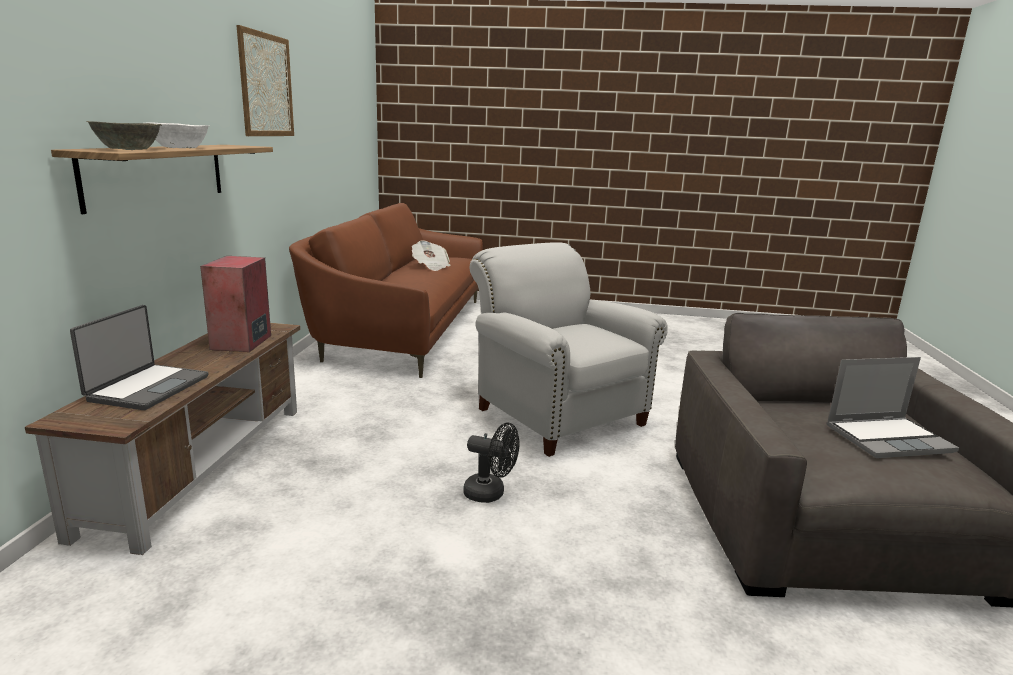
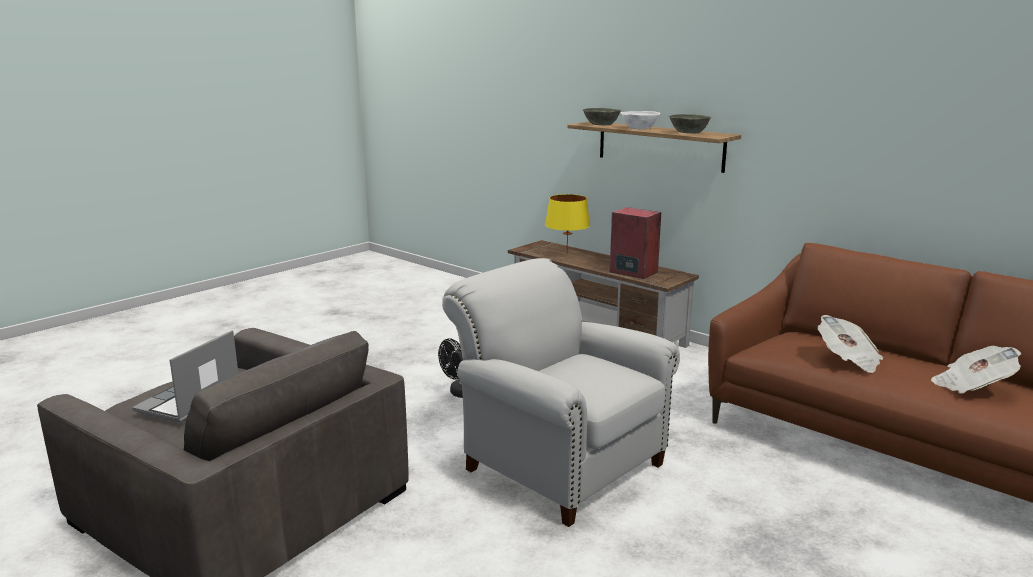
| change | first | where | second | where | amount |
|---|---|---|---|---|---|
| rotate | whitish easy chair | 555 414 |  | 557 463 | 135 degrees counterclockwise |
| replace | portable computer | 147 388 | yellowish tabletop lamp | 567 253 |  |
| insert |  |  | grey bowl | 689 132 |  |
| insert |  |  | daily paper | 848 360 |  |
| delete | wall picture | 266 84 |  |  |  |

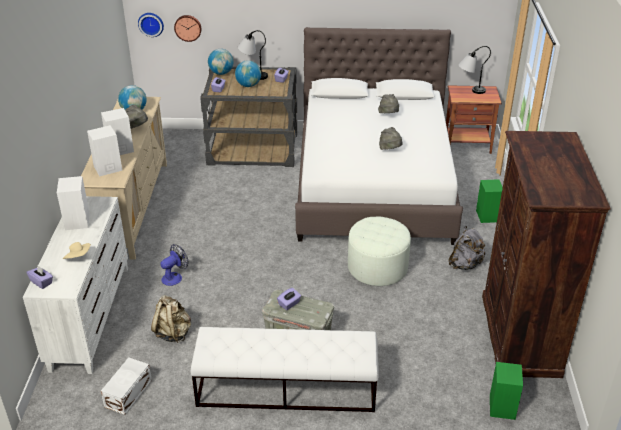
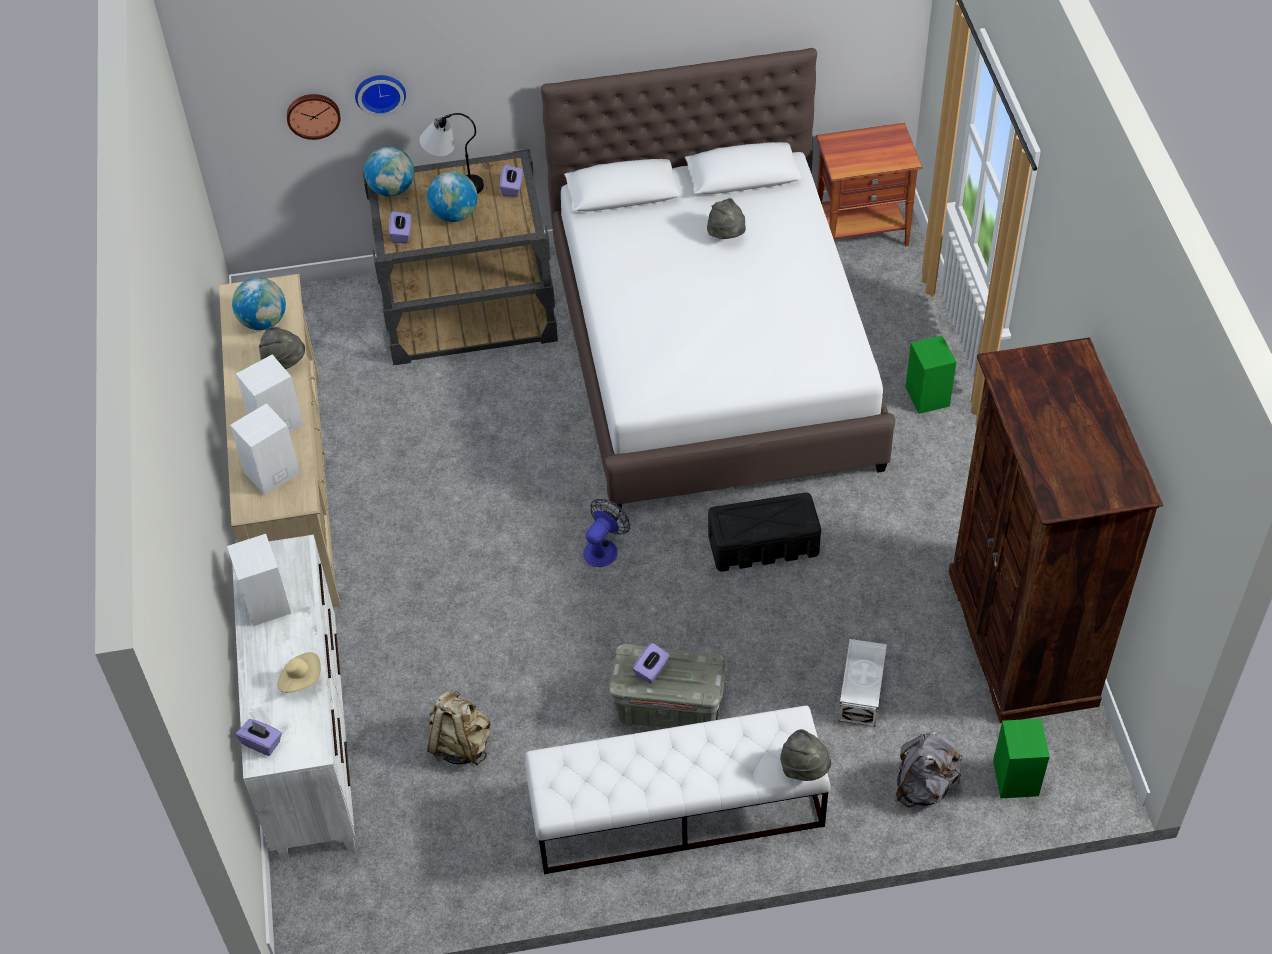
| change | first | where | second | where | amount |
|---|---|---|---|---|---|
| move | clock on the wall | 151 24 |  | 380 92 |  |
| move | cooling fan | 175 277 |  | 604 548 |  |
| replace | whitish ottoman | 377 267 | black-coloured storage container | 764 545 |  |
| move | grey wearable hat | 390 150 |  | 804 768 |  |
| move | whitish storage container | 129 393 |  | 862 691 |  |
| move | grey rucksack | 465 264 |  | 924 785 |  |
| delete | tabletop lamp | 469 91 |  |  |  |

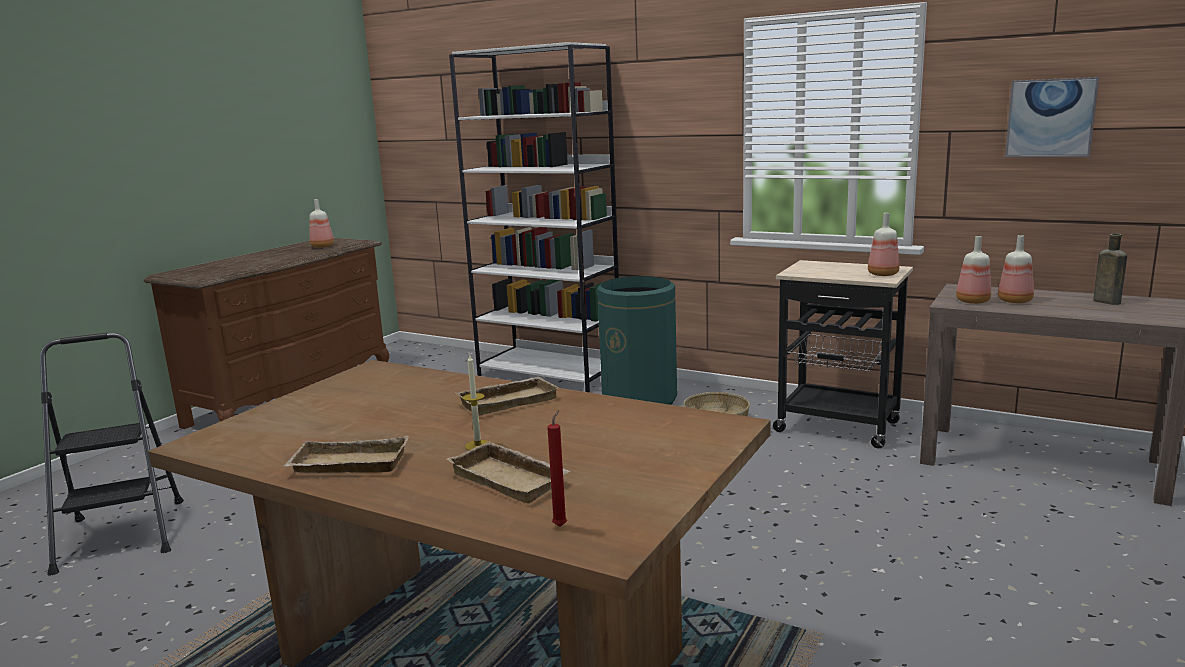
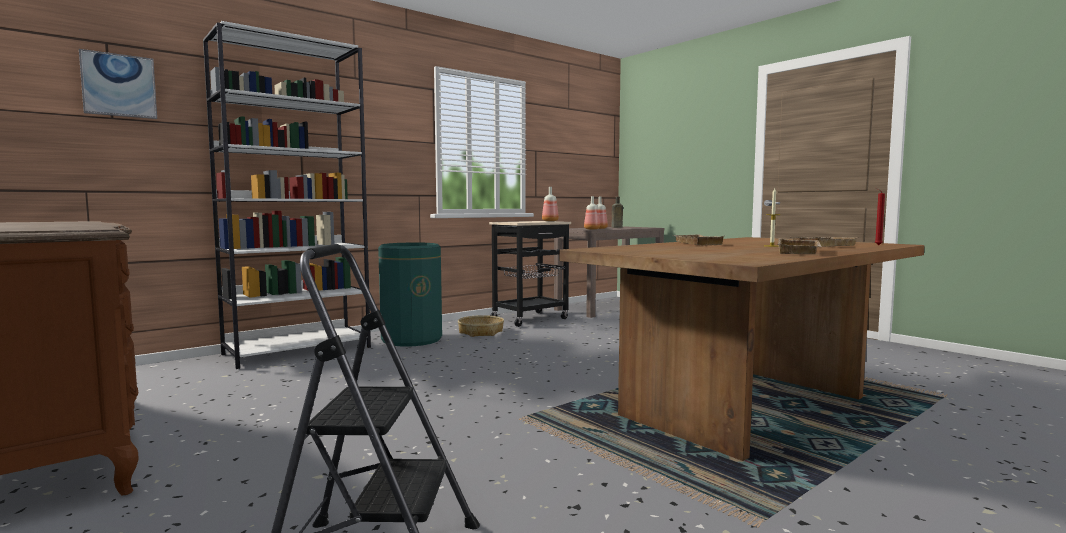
| change | first | where | second | where | amount |
|---|---|---|---|---|---|
| move | wall picture | 1050 118 |  | 119 85 |  |
| delete | bottle | 322 246 |  |  |  |

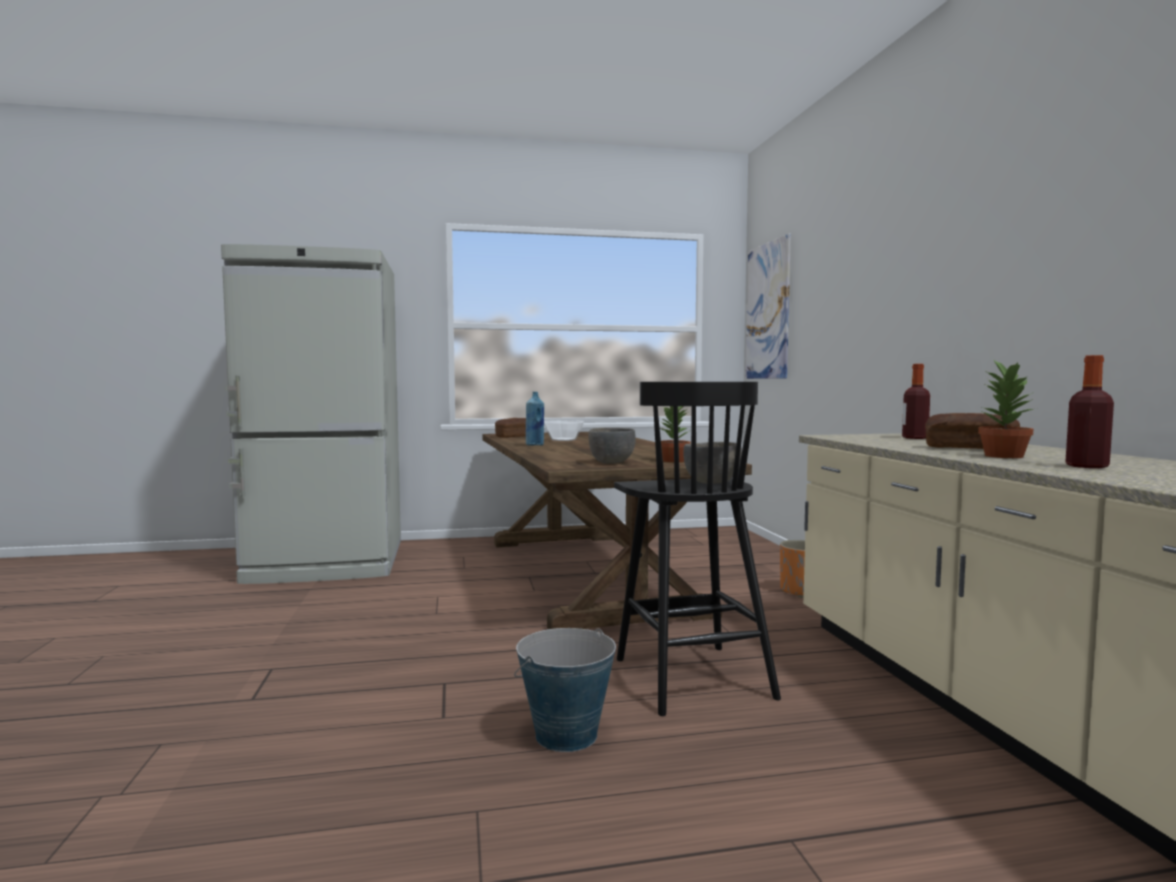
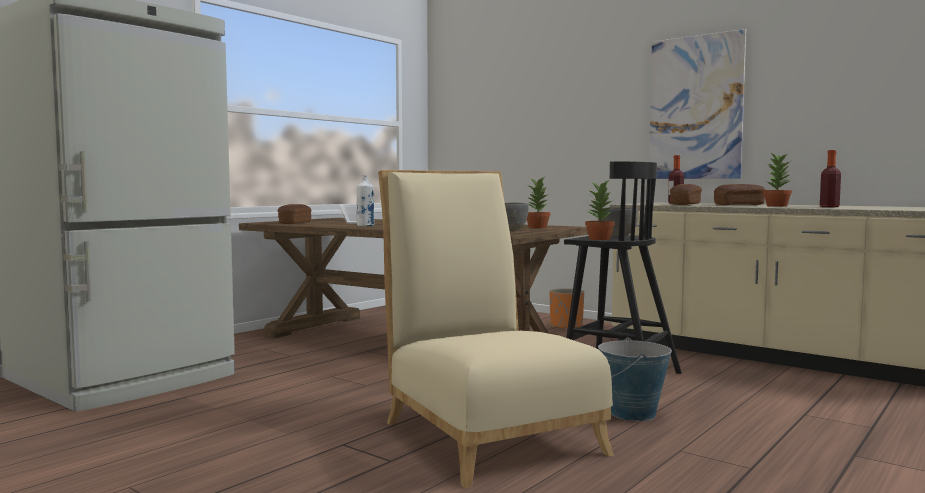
| change | first | where | second | where | amount |
|---|---|---|---|---|---|
| recolor | blue-coloured bottle | 535 445 | whitish bottle | 365 226 |  |
| insert |  |  | beige-coloured chair | 485 432 |  |
| insert |  |  | houseplant | 600 239 |  |
| move | wall picture | 767 311 |  | 695 107 |  |
| insert |  |  | baked bread | 685 204 |  |

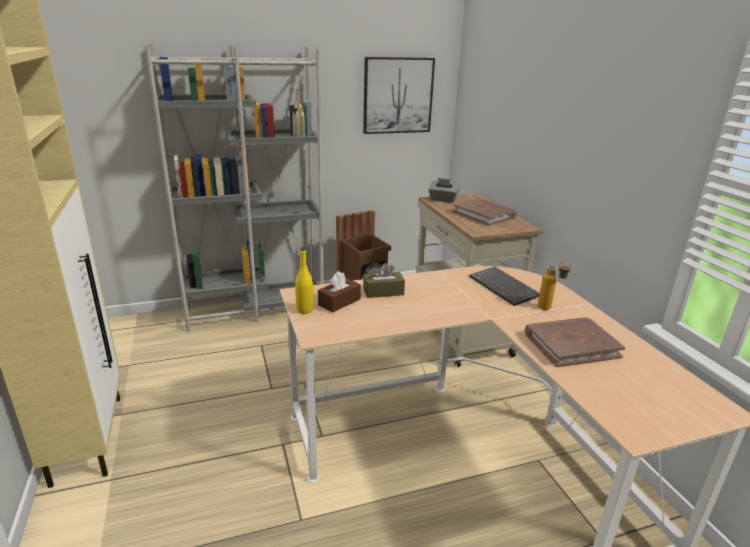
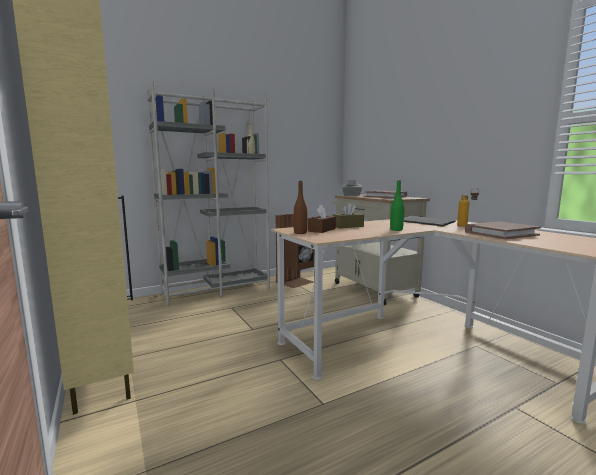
| change | first | where | second | where | amount |
|---|---|---|---|---|---|
| recolor | yellowish bottle | 305 310 | brown-coloured bottle | 300 233 |  |
| insert |  |  | green-coloured bottle | 396 230 |  |
| delete | wall picture | 397 95 |  |  |  |

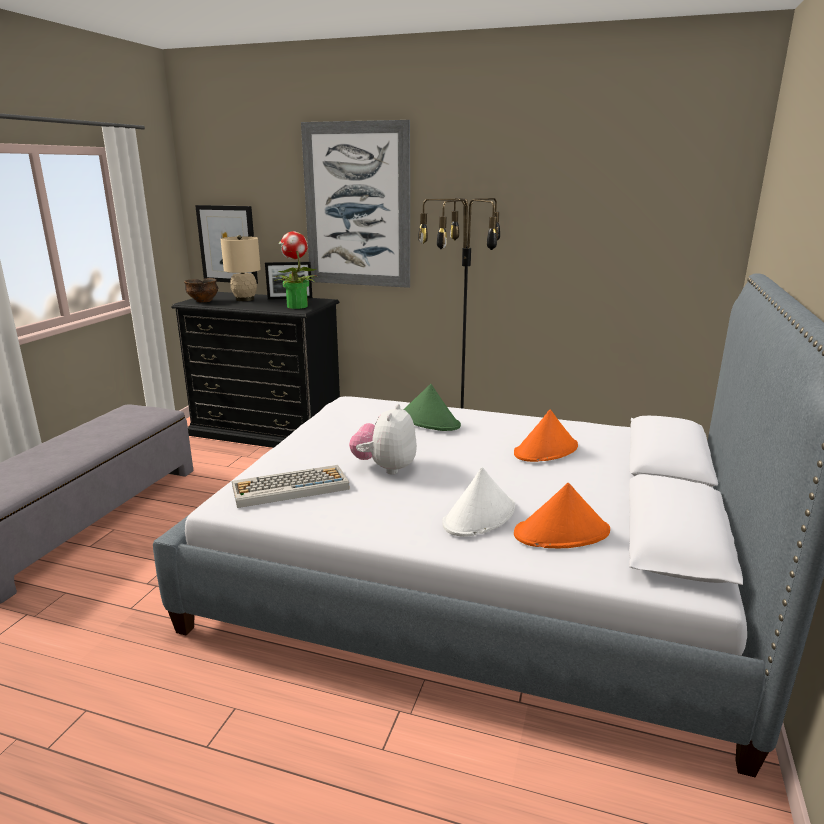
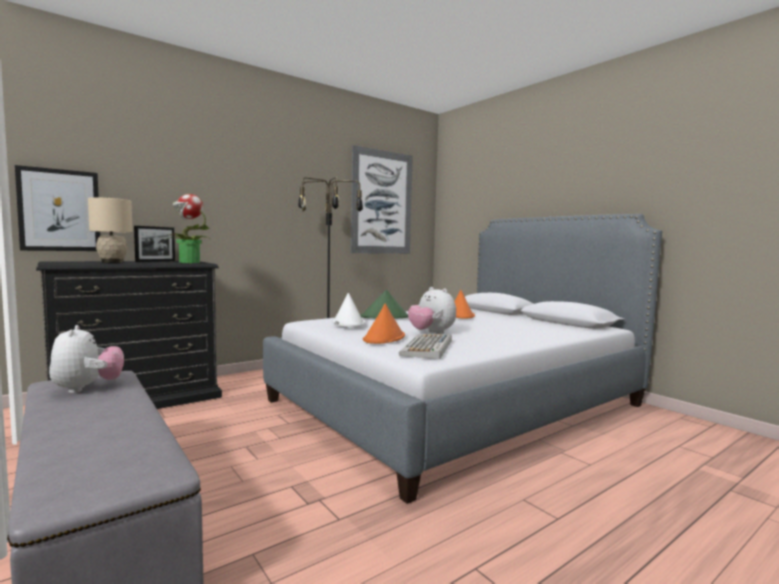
| change | first | where | second | where | amount |
|---|---|---|---|---|---|
| insert |  |  | plush toy | 87 388 |  |
| move | whitish wearable hat | 479 516 |  | 348 323 |  |
| move | wall picture | 357 206 |  | 382 202 |  |
| move | orange-coloured wearable hat | 562 533 |  | 384 338 |  |
| delete | bowl | 203 301 |  |  |  |

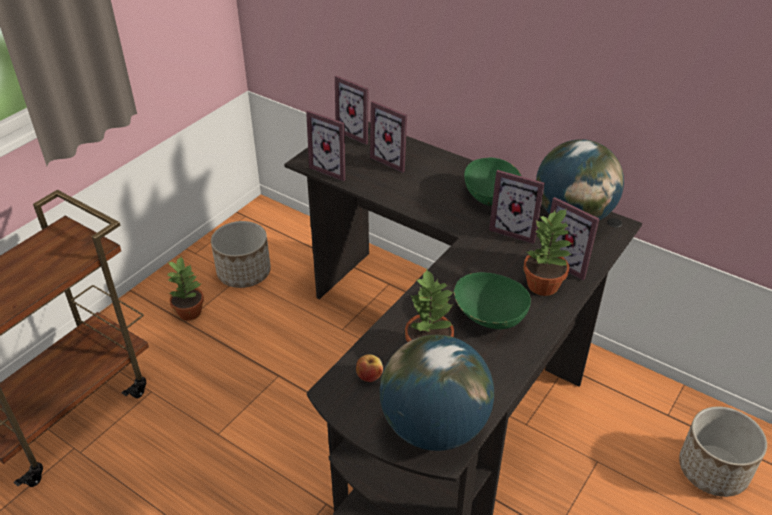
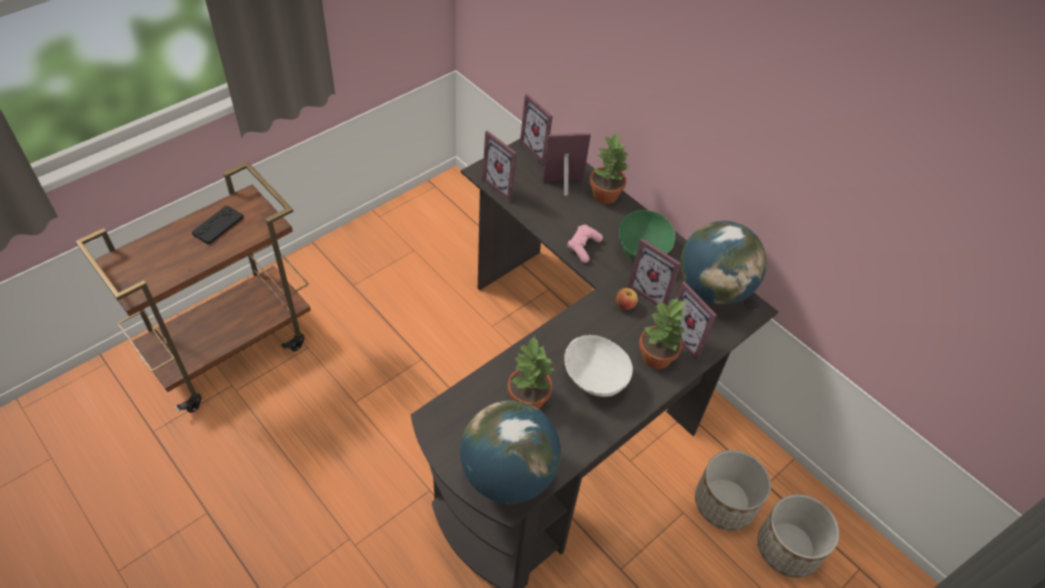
| change | first | where | second | where | amount |
|---|---|---|---|---|---|
| insert |  |  | black-coloured gamepad | 218 225 |  |
| rotate | standing frame | 393 159 |  | 564 187 | 120 degrees clockwise |
| recolor | green-coloured bowl | 488 317 | whitish bowl | 594 378 |  |
| insert |  |  | pinkish gamepad | 583 247 |  |
| move | houseplant | 189 311 |  | 605 194 |  |
| move | apple fruit | 369 376 |  | 625 305 |  |
| move | flower pot | 244 272 |  | 724 502 |  |

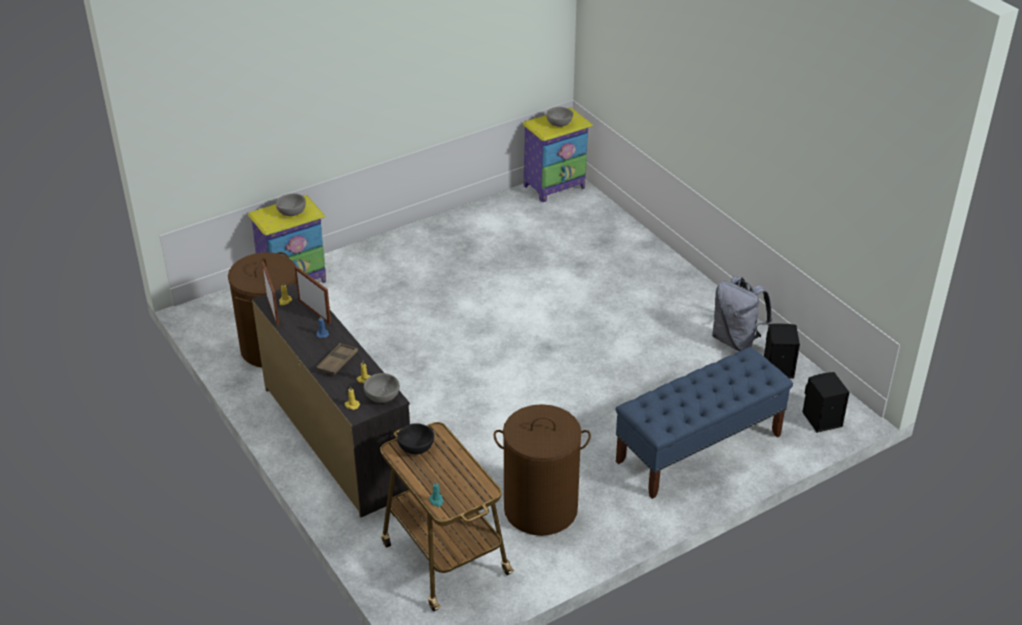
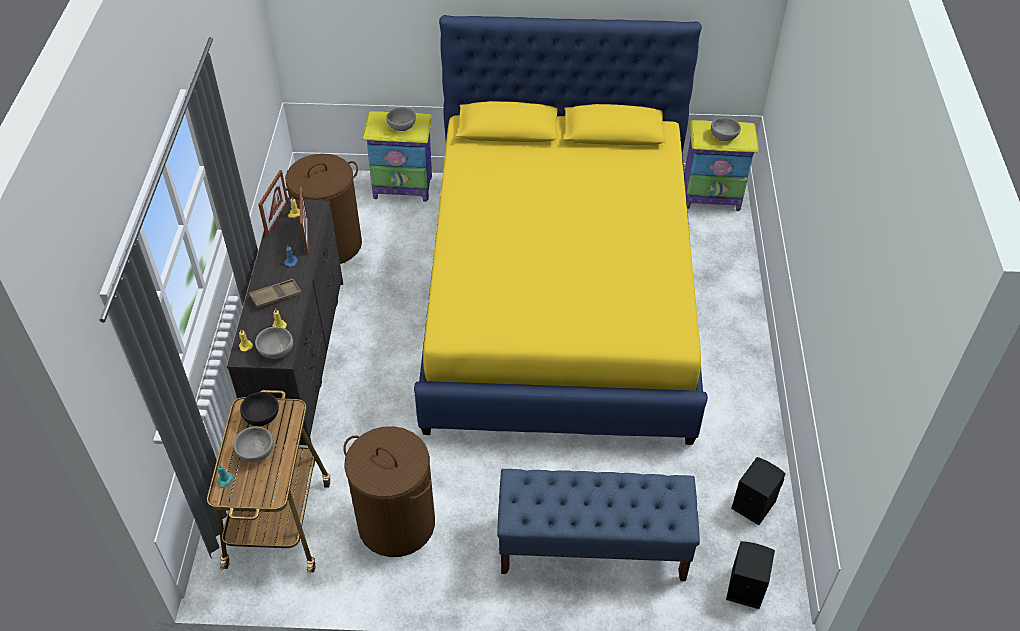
| change | first | where | second | where | amount |
|---|---|---|---|---|---|
| insert |  |  | grey bowl | 255 452 |  |
| insert |  |  | yellowish bed | 560 296 |  |
| delete | grey rucksack | 736 340 |  |  |  |

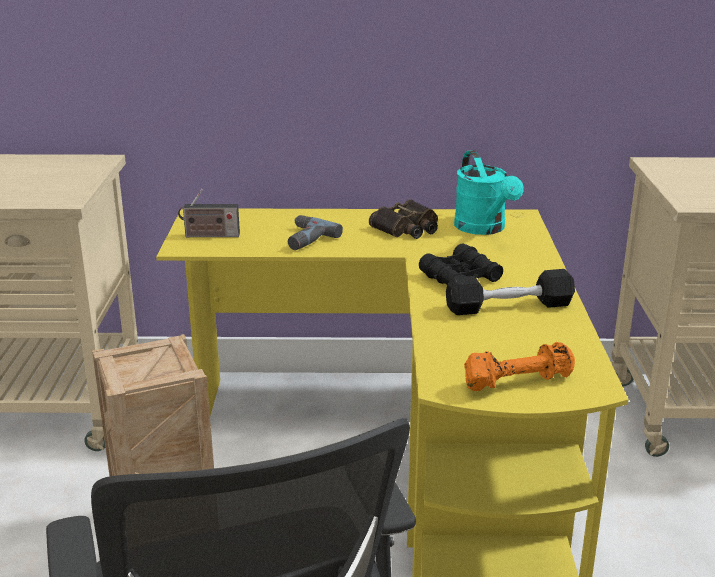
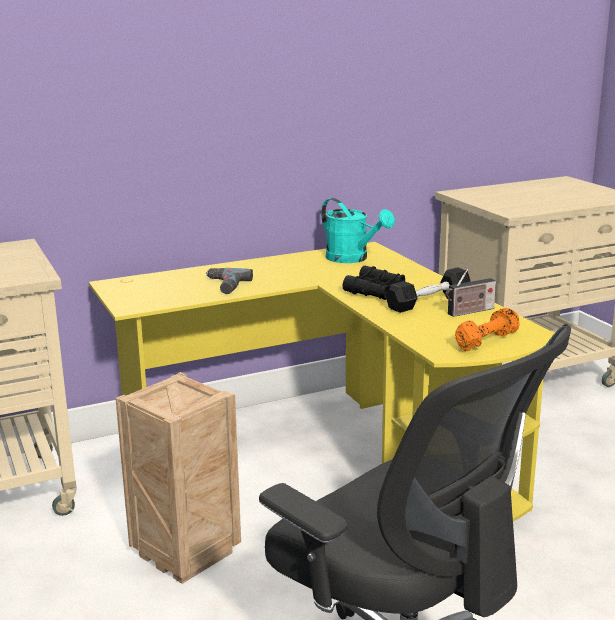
| change | first | where | second | where | amount |
|---|---|---|---|---|---|
| move | radio | 209 235 |  | 469 312 |  |
| delete | binoculars | 407 228 |  |  |  |

